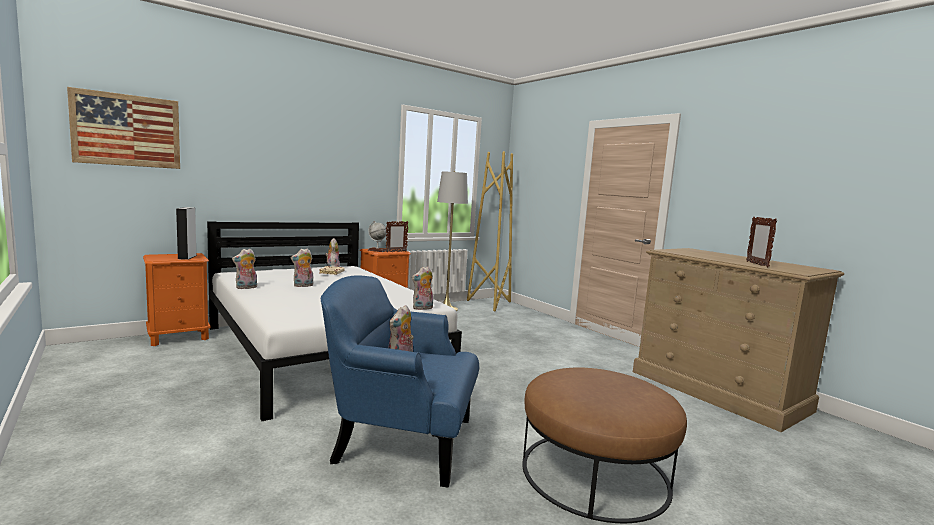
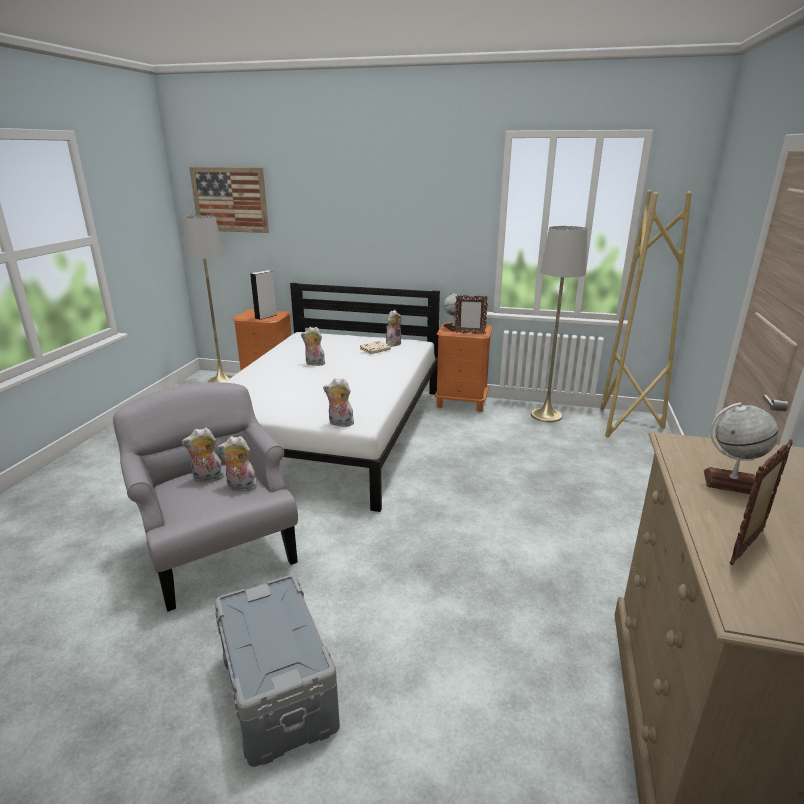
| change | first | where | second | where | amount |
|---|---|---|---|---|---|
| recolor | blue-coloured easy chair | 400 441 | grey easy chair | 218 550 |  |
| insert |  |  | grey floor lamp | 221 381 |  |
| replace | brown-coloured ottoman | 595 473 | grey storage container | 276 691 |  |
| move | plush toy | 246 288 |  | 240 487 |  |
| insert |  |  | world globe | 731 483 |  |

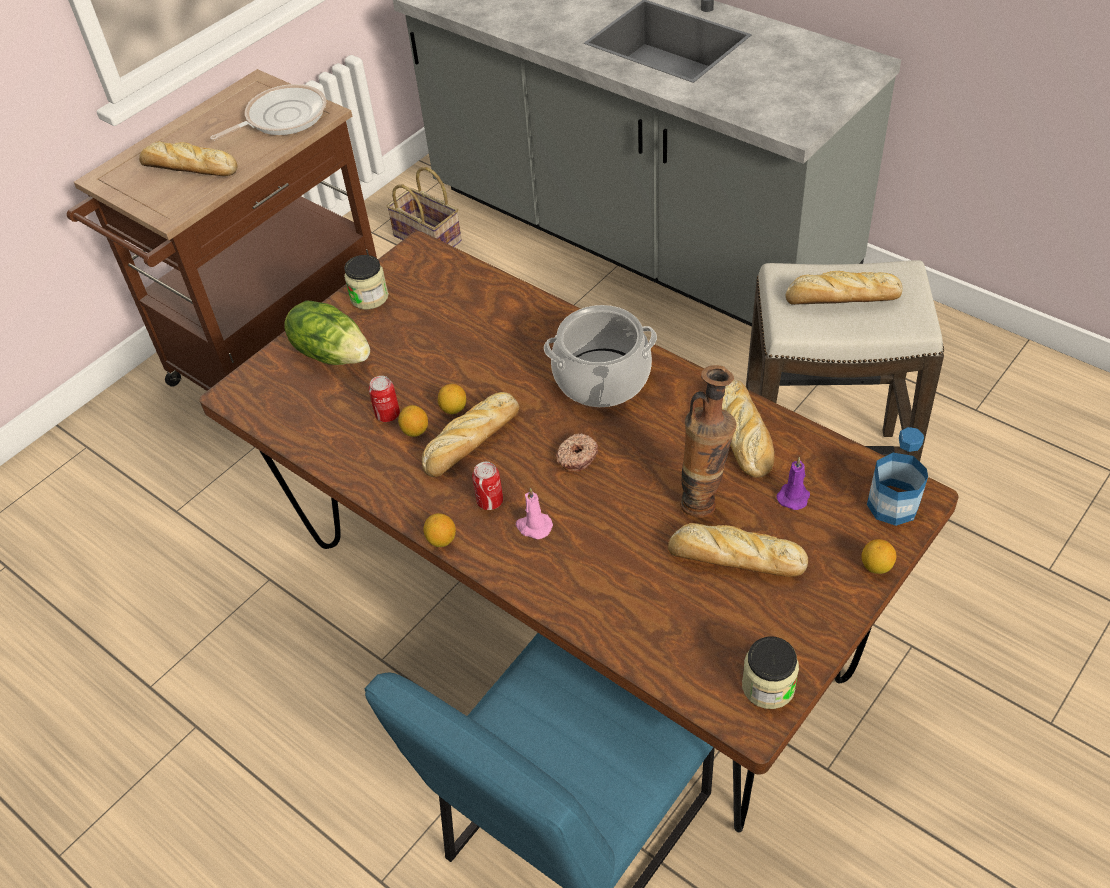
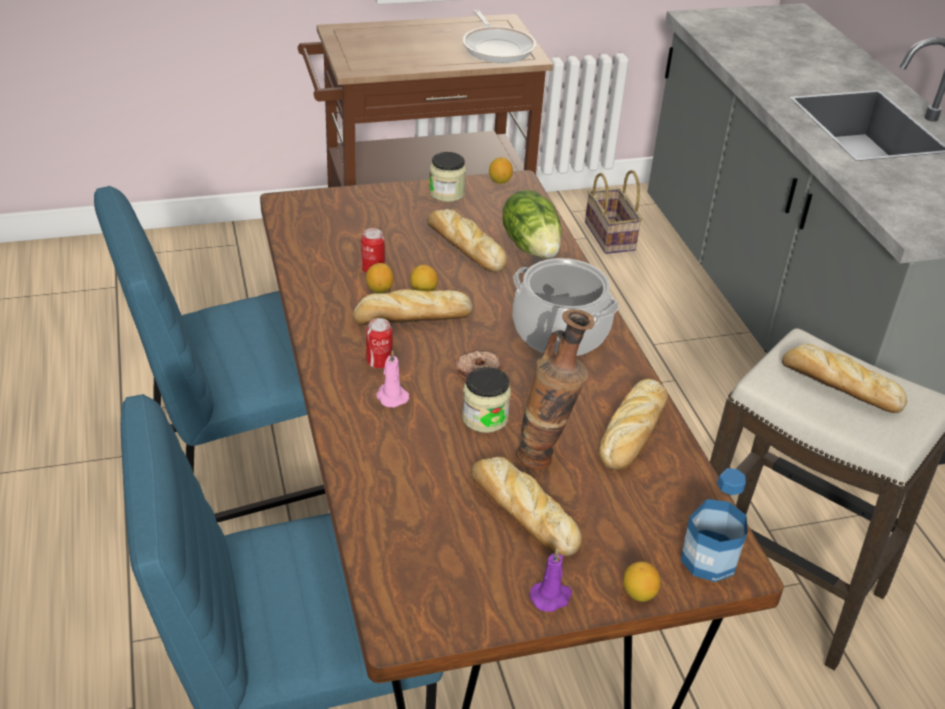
| change | first | where | second | where | amount |
|---|---|---|---|---|---|
| insert |  |  | blue-coloured chair | 248 459 |  |
| move | baked bread | 188 168 |  | 464 247 |  |
| move | storage jar | 768 686 |  | 485 418 |  |
| rotate | skillet | 282 118 |  | 497 48 | 75 degrees clockwise |
| move | lemon | 441 540 |  | 499 181 |  |
| move | lettuce head | 332 353 |  | 532 246 |  |
| move | purple-coloured candle | 794 496 |  | 551 597 |  |

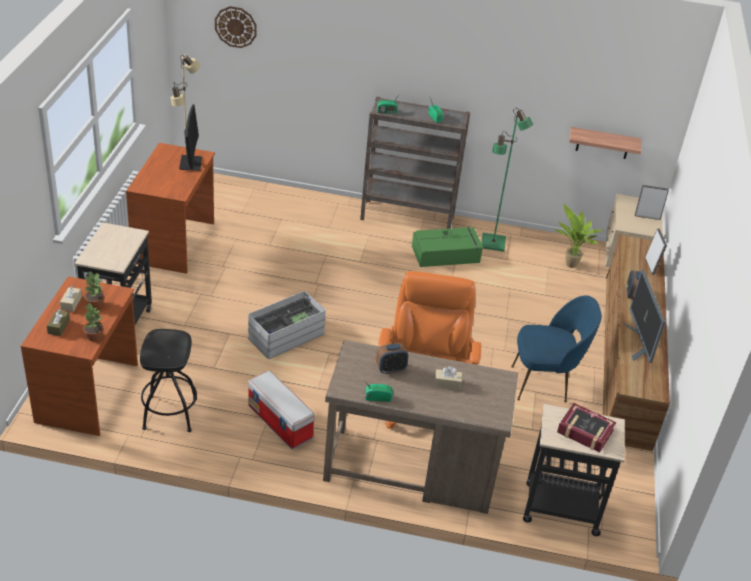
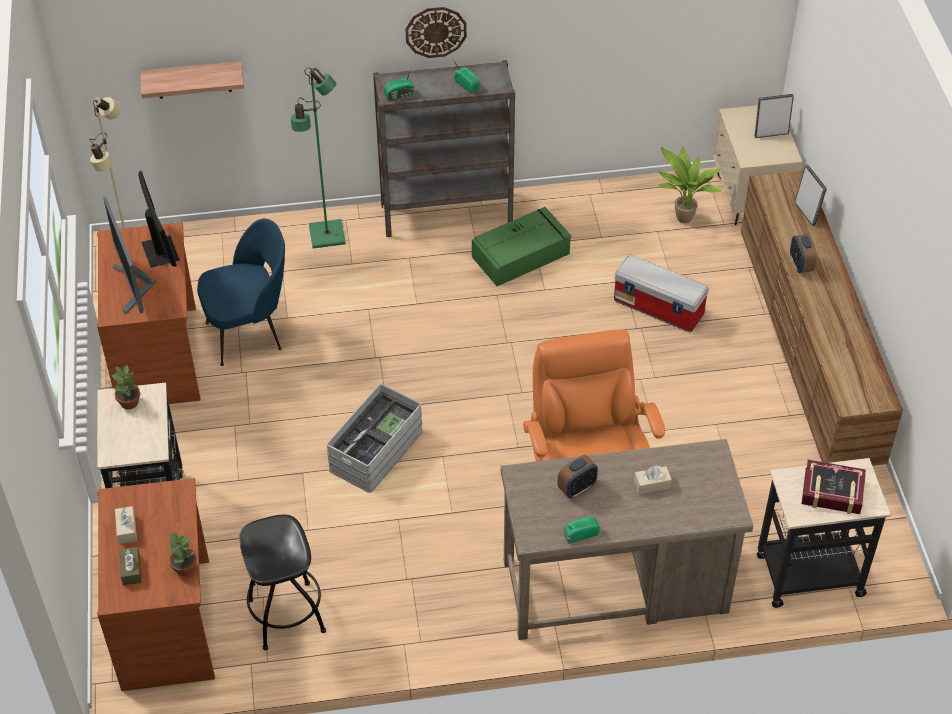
| change | first | where | second | where | amount |
|---|---|---|---|---|---|
| move | computer screen | 640 343 |  | 134 287 |  |
| move | houseplant | 95 304 |  | 129 402 |  |
| move | shelf | 603 143 |  | 193 80 |  |
| move | blue-coloured chair | 544 384 |  | 250 335 |  |
| move | green-coloured floor lamp | 493 243 |  | 327 234 |  |
| move | clock on the wall | 235 27 |  | 435 31 |  |
| move | storage container | 281 422 |  | 659 308 |  |

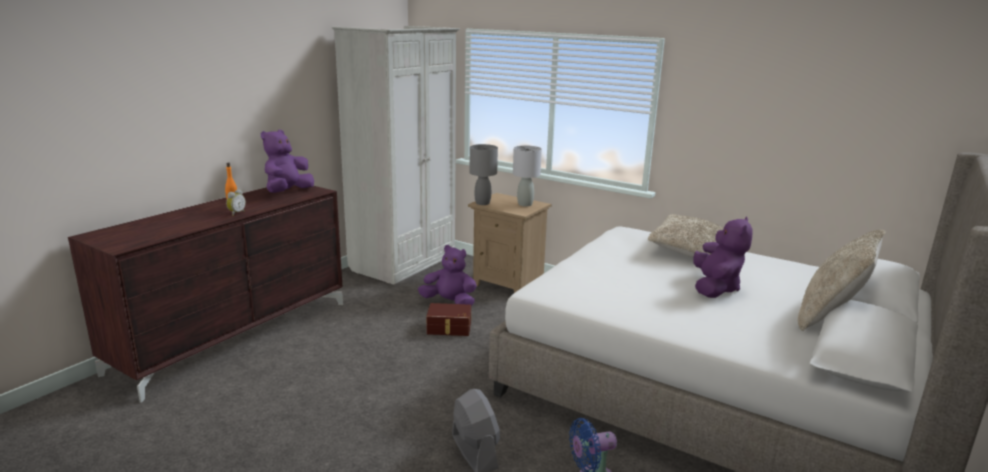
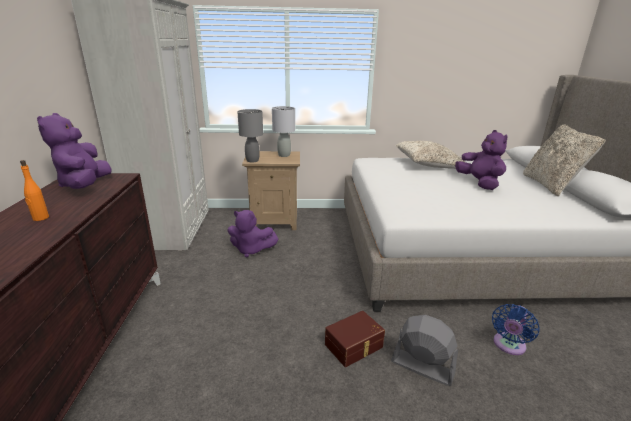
| change | first | where | second | where | amount |
|---|---|---|---|---|---|
| rotate | purple-coloured plush toy | 449 303 |  | 251 250 | 150 degrees counterclockwise |
| move | brown-coloured storage container | 449 328 |  | 354 346 |  |
| delete | alarm clock | 236 213 |  |  |  |

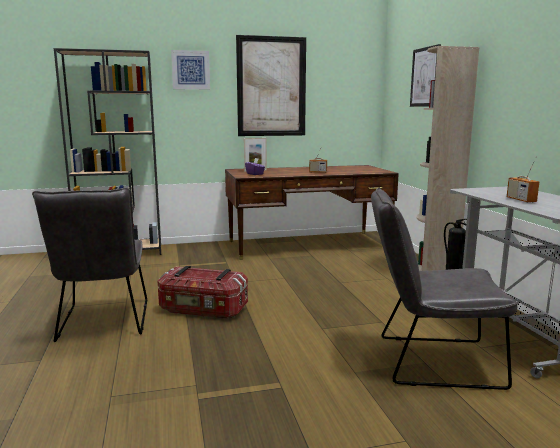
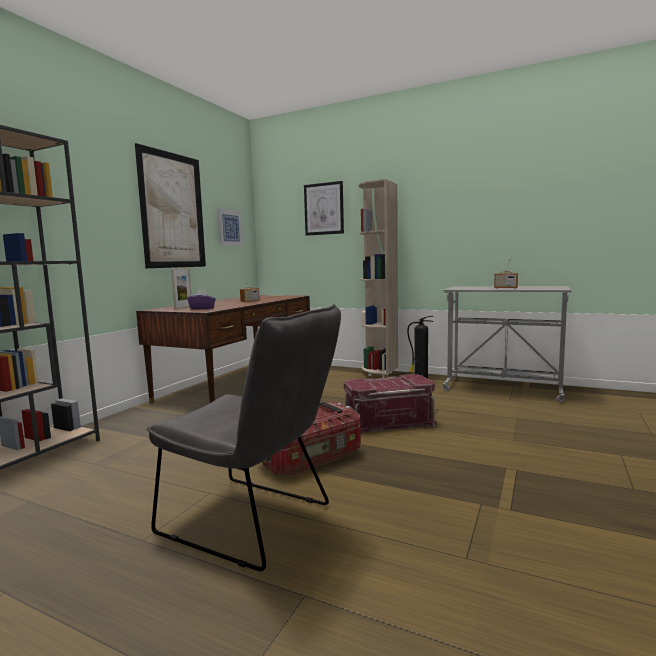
| change | first | where | second | where | amount |
|---|---|---|---|---|---|
| move | wall picture | 190 70 |  | 229 228 |  |
| insert |  |  | red-coloured storage container | 388 421 |  |
| delete | grey chair | 429 361 |  |  |  |

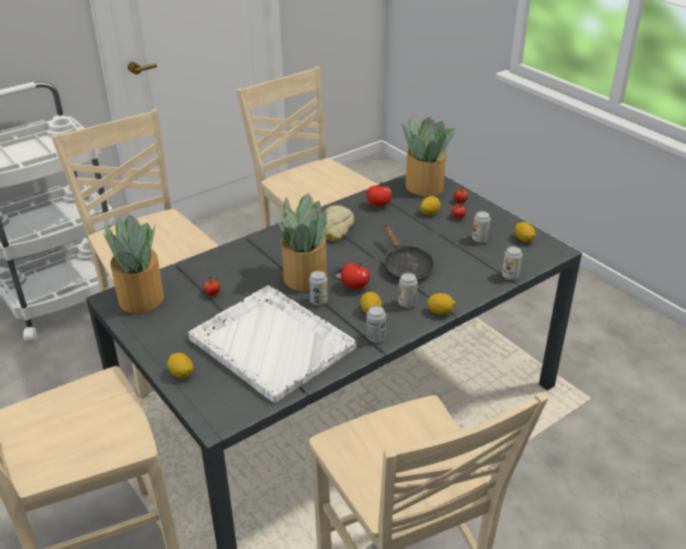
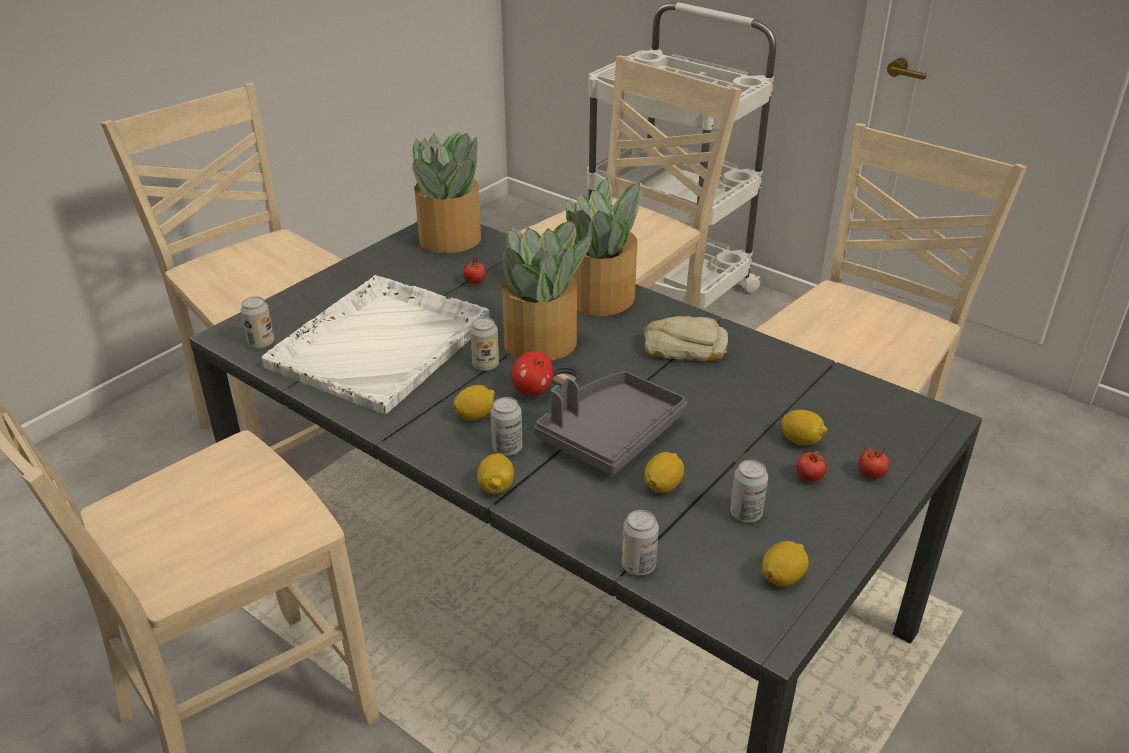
| change | first | where | second | where | amount |
|---|---|---|---|---|---|
| move | can | 375 337 |  | 261 343 |  |
| replace | black-coloured skillet | 405 267 | grey serving tray | 610 434 |  |
| move | houseplant | 424 186 |  | 604 297 |  |
| move | lemon | 181 373 |  | 663 485 |  |
| delete | apple fruit | 378 205 |  |  |  |

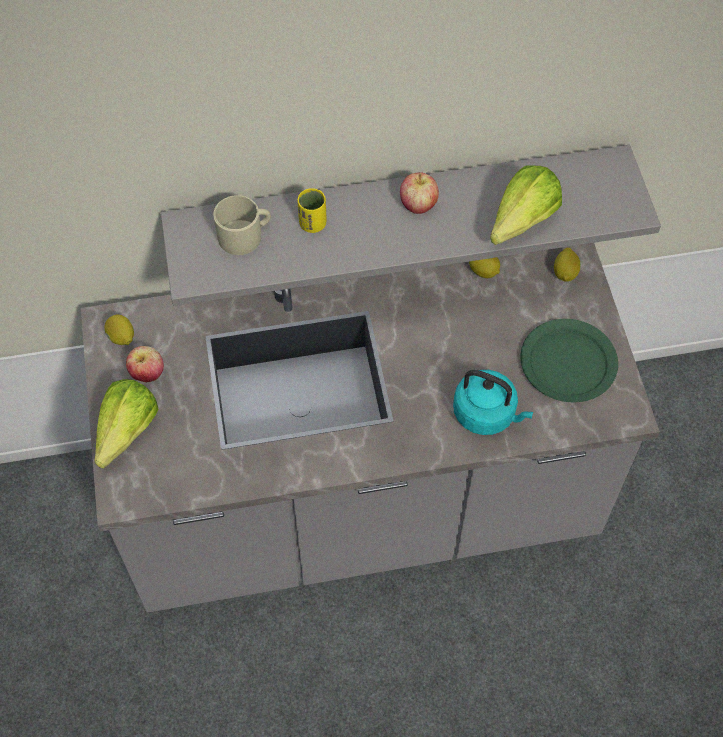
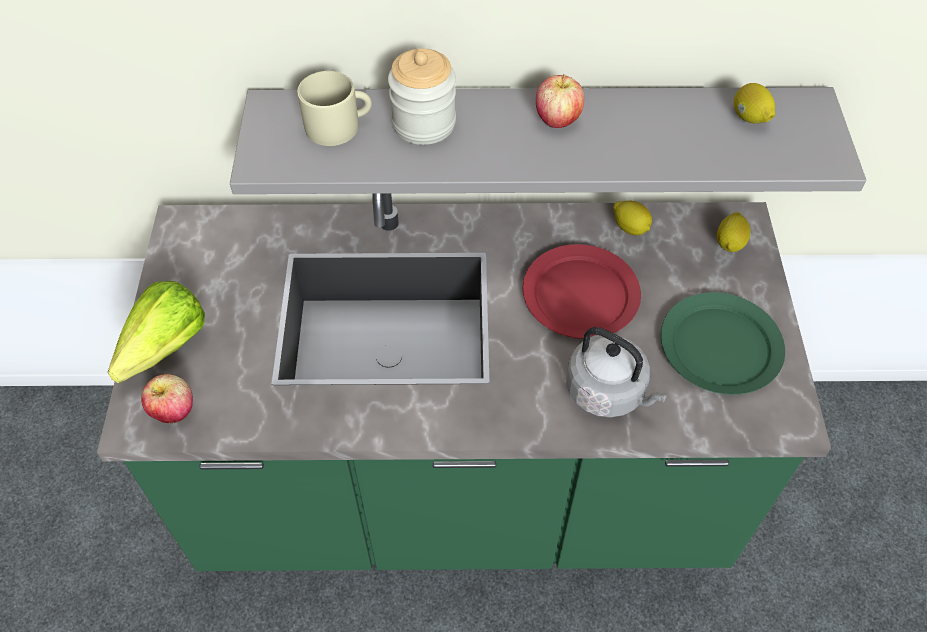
| change | first | where | second | where | amount |
|---|---|---|---|---|---|
| recolor | grey kitchen base unit | 361 503 | green-coloured kitchen base unit | 463 488 |  |
| move | apple fruit | 147 374 |  | 174 411 |  |
| replace | yellowish small cup | 312 224 | storage jar | 423 123 |  |
| insert |  |  | red-coloured dinner plate | 579 294 |  |
| recolor | turquoise-coloured water kettle | 487 414 | grey water kettle | 608 392 |  |
| move | lemon | 121 338 |  | 749 118 |  |
| delete | lettuce head | 515 226 |  |  |  |

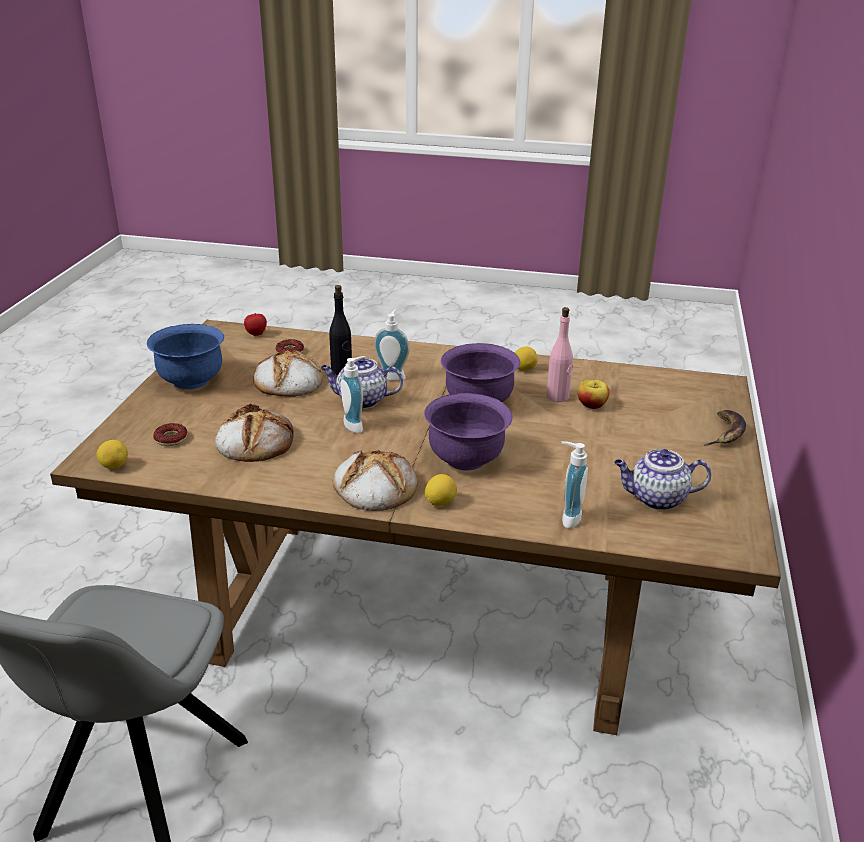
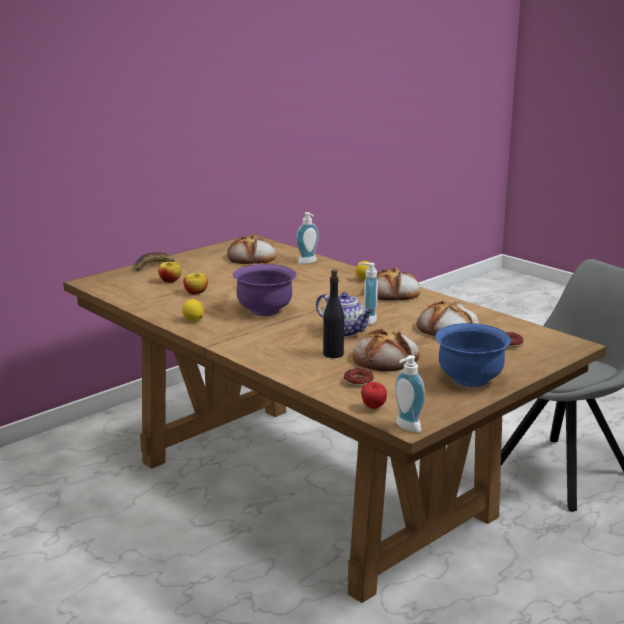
| change | first | where | second | where | amount |
|---|---|---|---|---|---|
| insert |  |  | apple fruit | 170 281 |  |
| replace | tea pot | 656 499 | baked bread | 252 257 |  |
| move | soap bottle | 392 375 |  | 405 427 |  |
| delete | lemon | 114 466 |  |  |  |
| delete | purple-coloured bowl | 466 460 |  |  |  |
| delete | pinkish bottle | 557 397 |  |  |  |

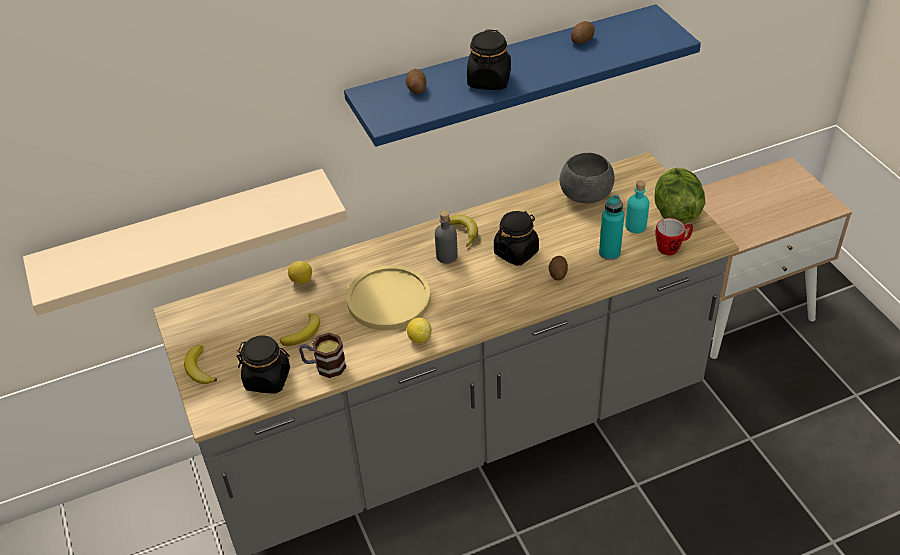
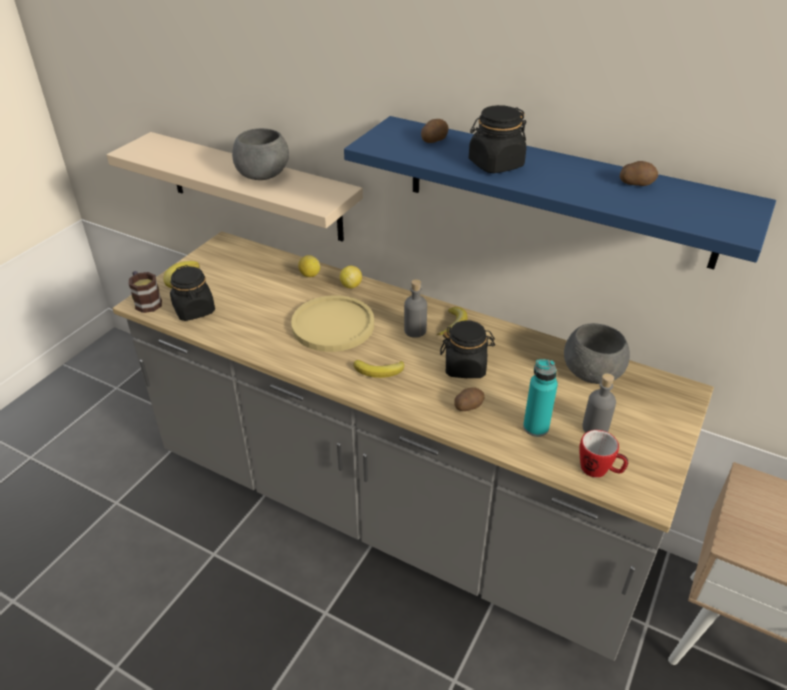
| change | first | where | second | where | amount |
|---|---|---|---|---|---|
| move | tea mug | 324 366 |  | 146 301 |  |
| insert |  |  | grey bowl | 264 176 |  |
| move | lemon | 419 338 |  | 351 285 |  |
| move | banana | 303 333 |  | 379 371 |  |
| recolor | turquoise-coloured bottle | 635 226 | grey bottle | 595 428 |  |
| delete | lettuce head | 675 212 |  |  |  |

